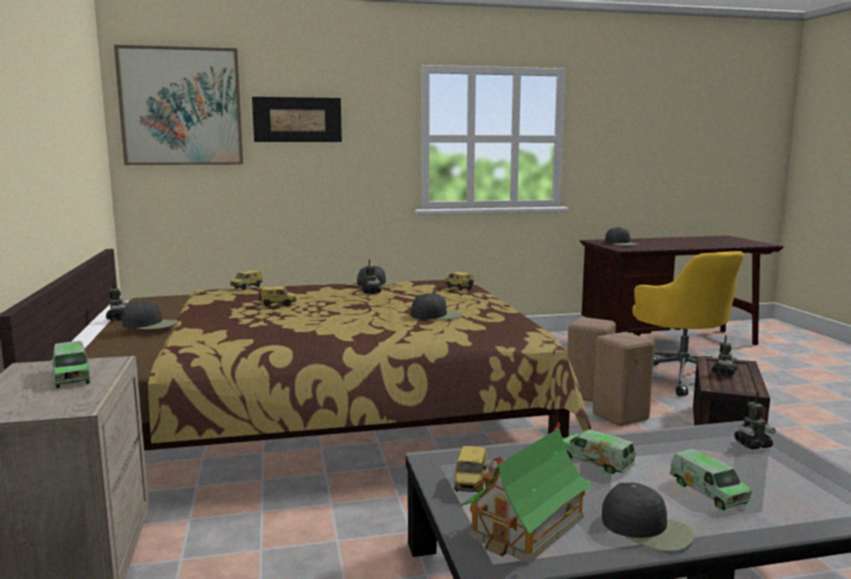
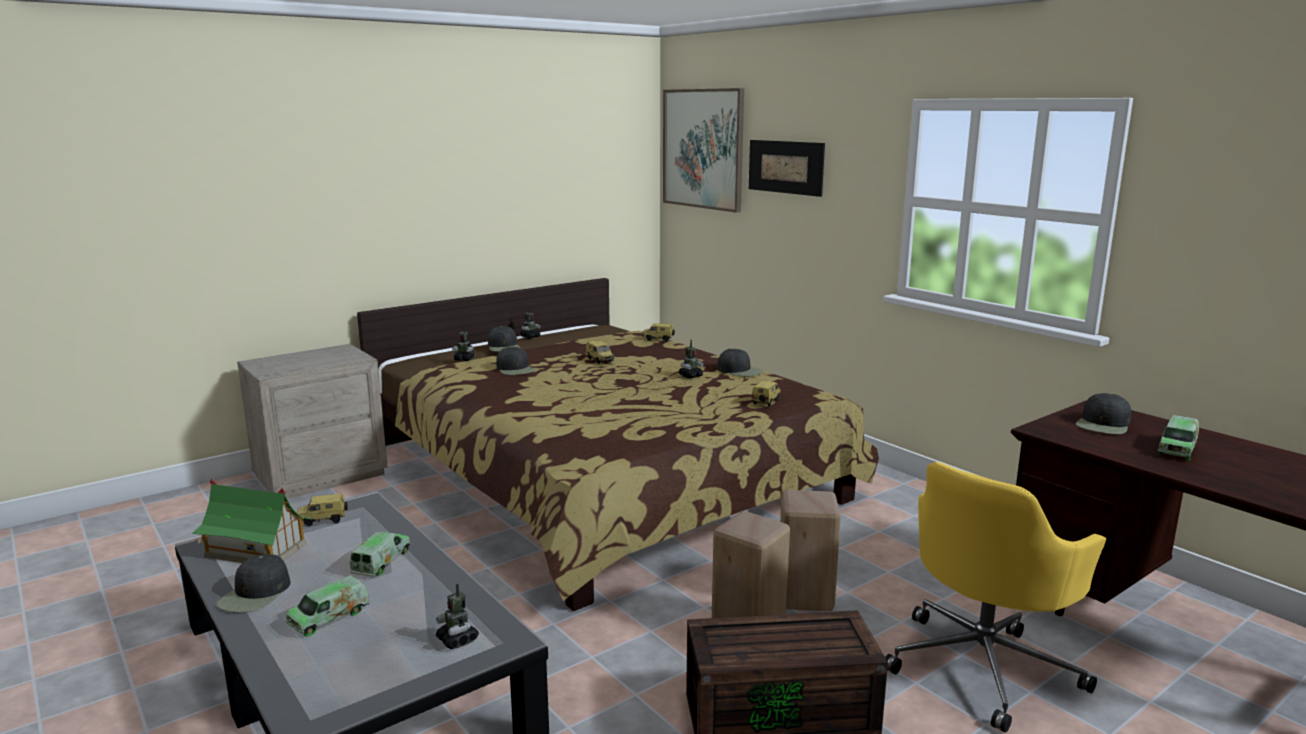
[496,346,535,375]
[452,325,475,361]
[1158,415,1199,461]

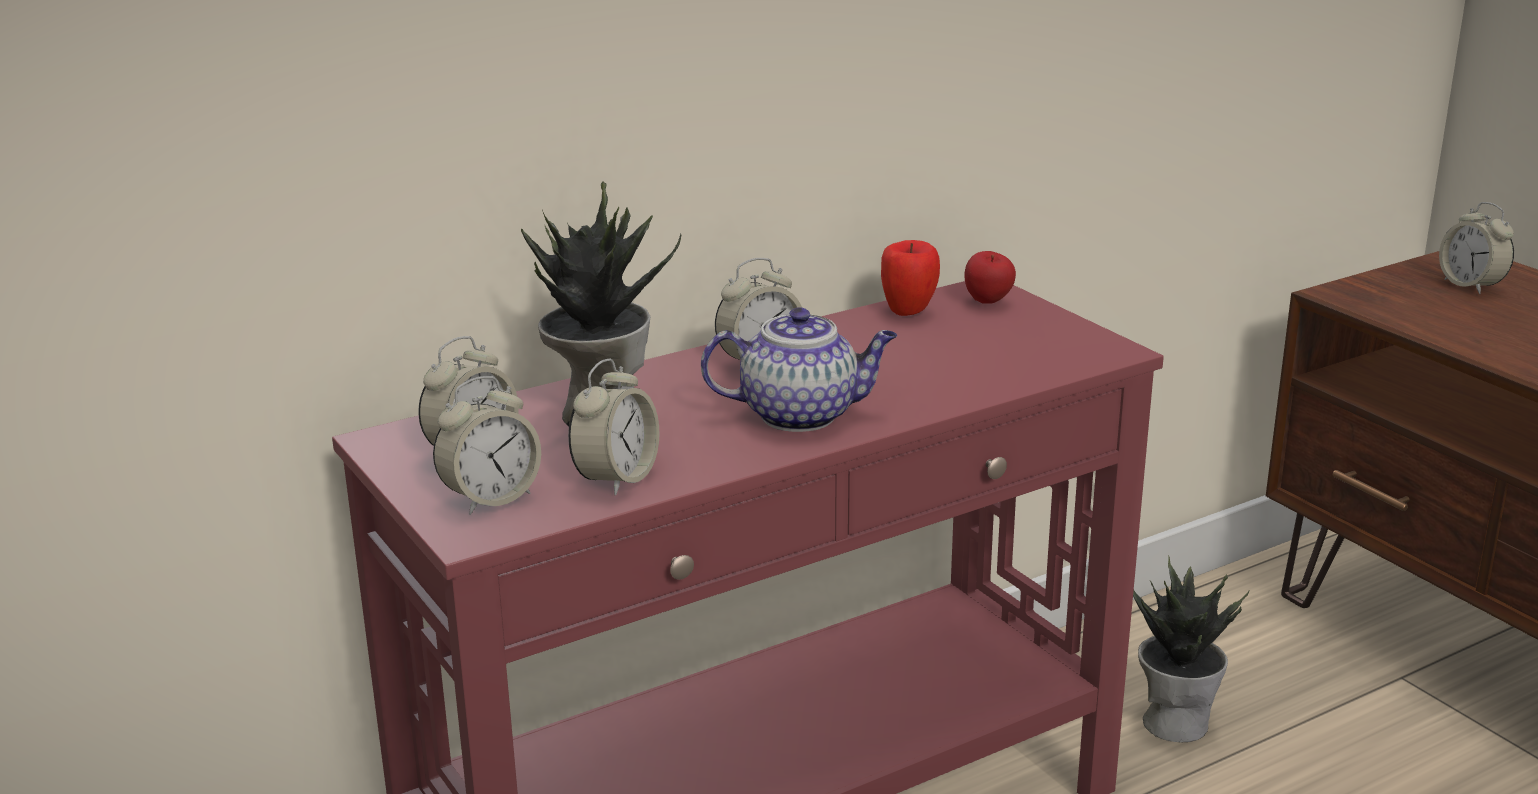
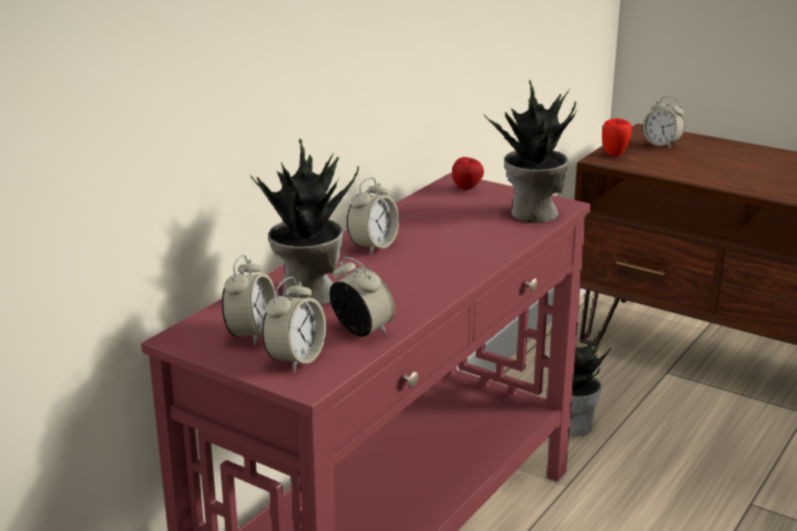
[602,119,632,156]
[701,307,897,432] (first image)
[330,257,395,337]
[483,80,577,223]

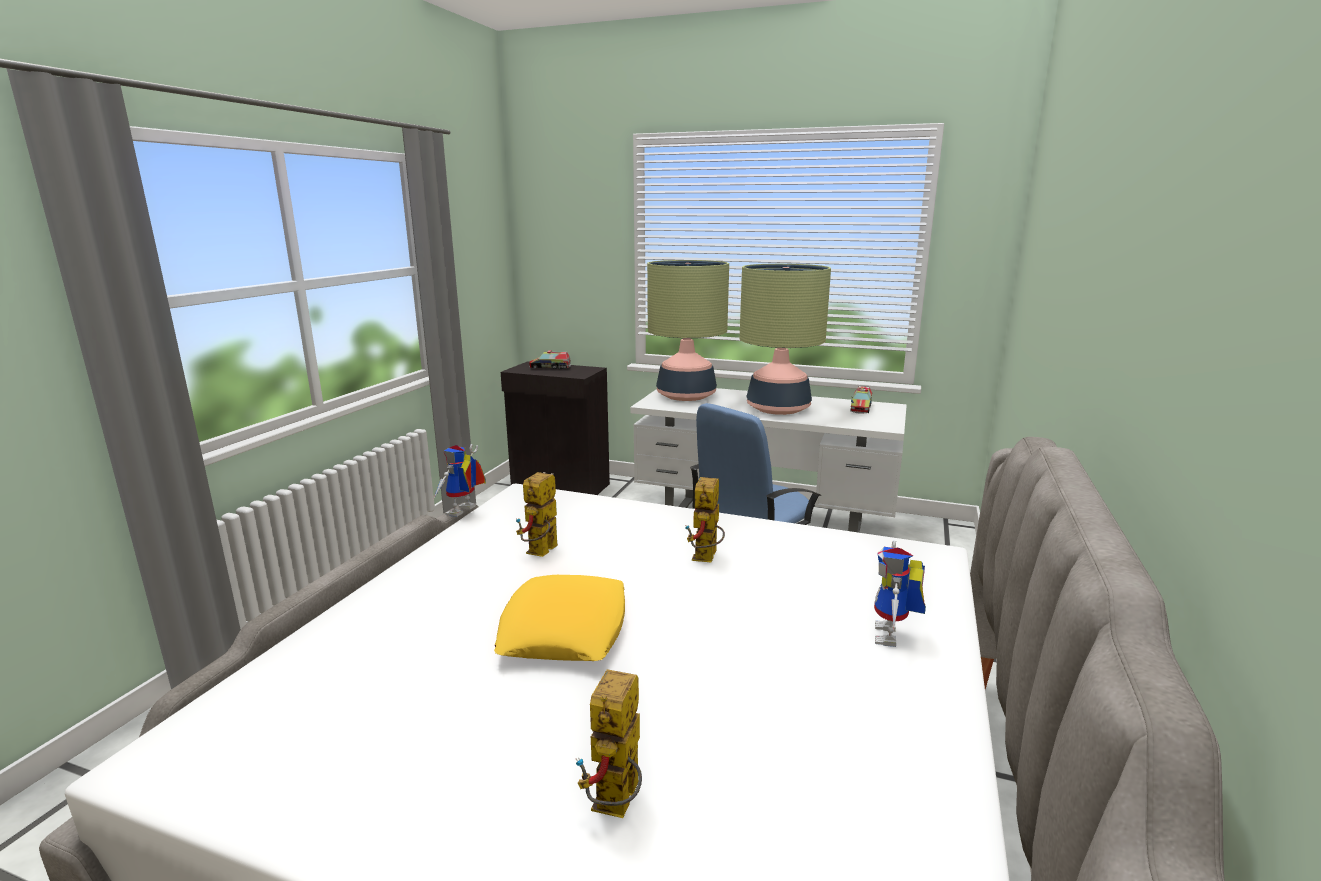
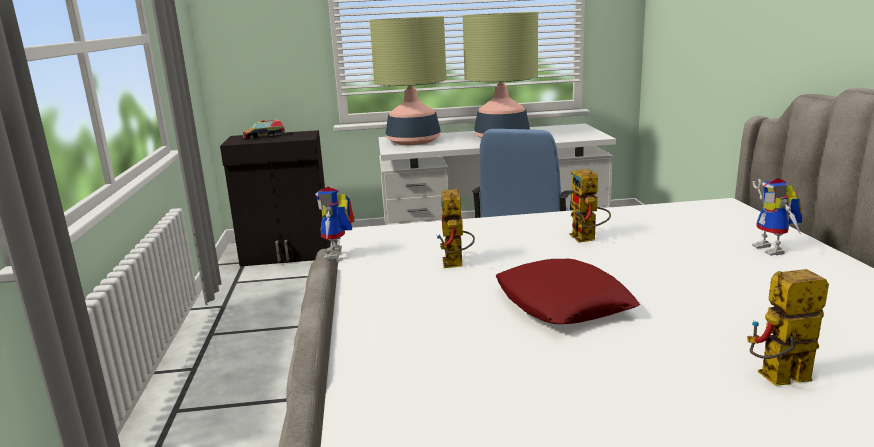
[851,386,872,414] (first image)
[496,259,640,324]
[747,269,829,385]

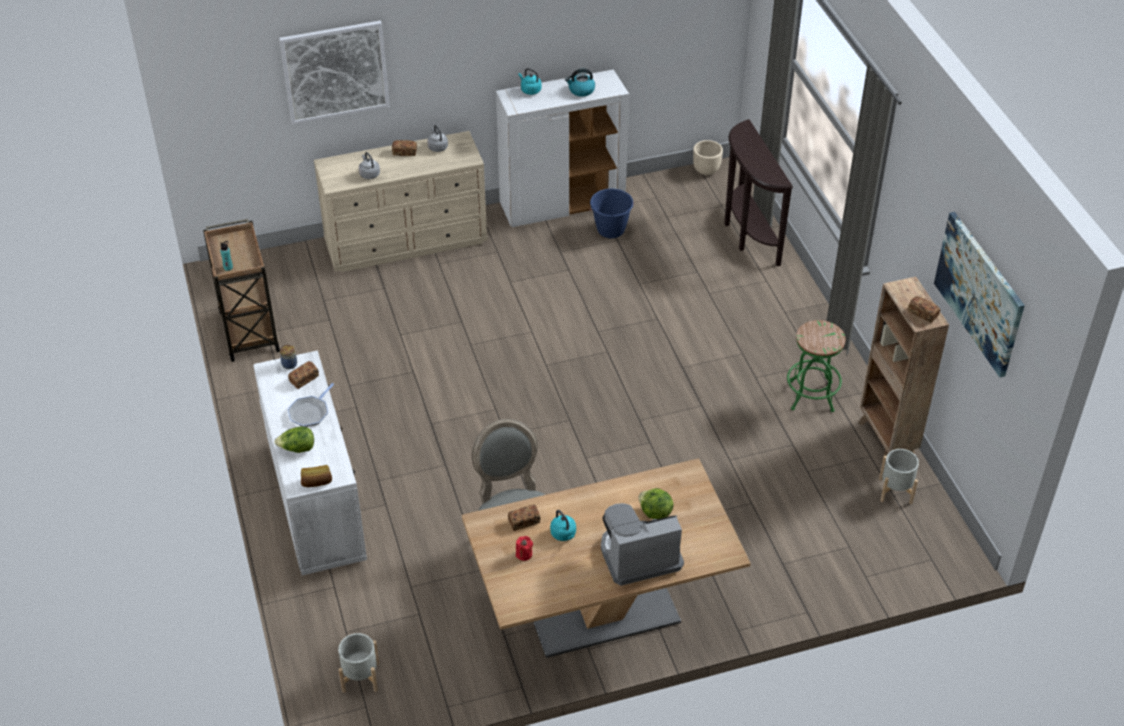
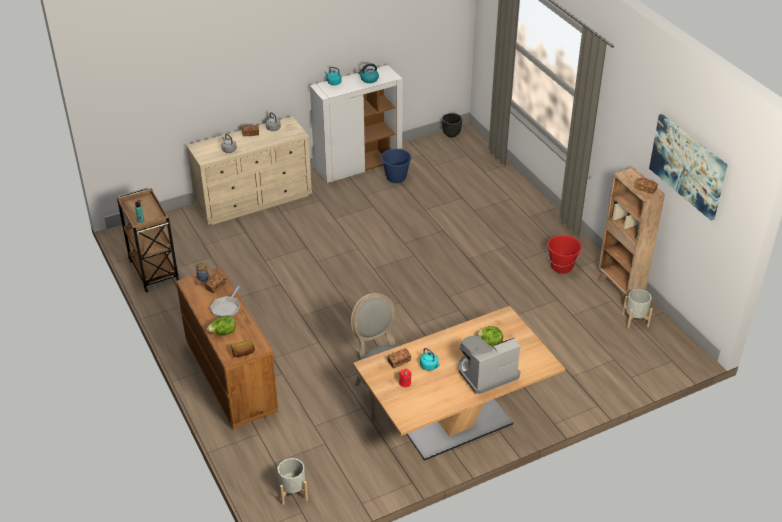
[279,21,389,124] (first image)
[724,119,793,266] (first image)
[442,113,462,137]
[547,235,582,273]
[176,267,279,429]

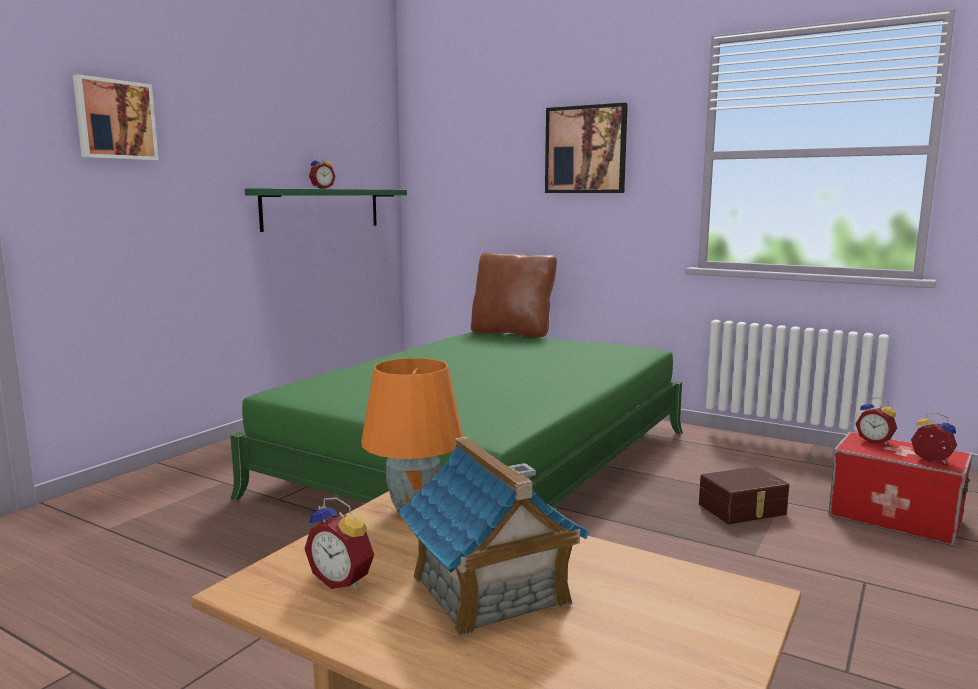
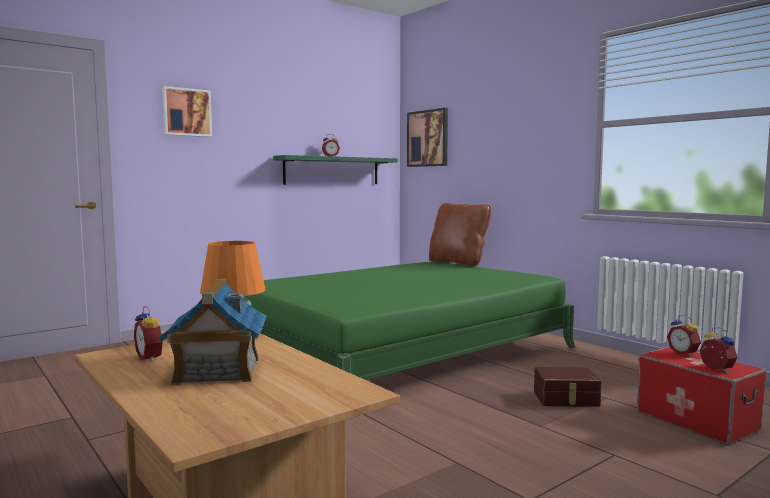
[407,108,448,167]

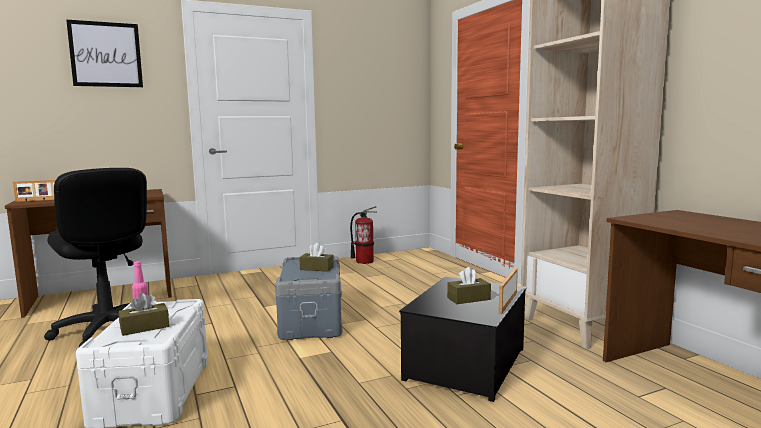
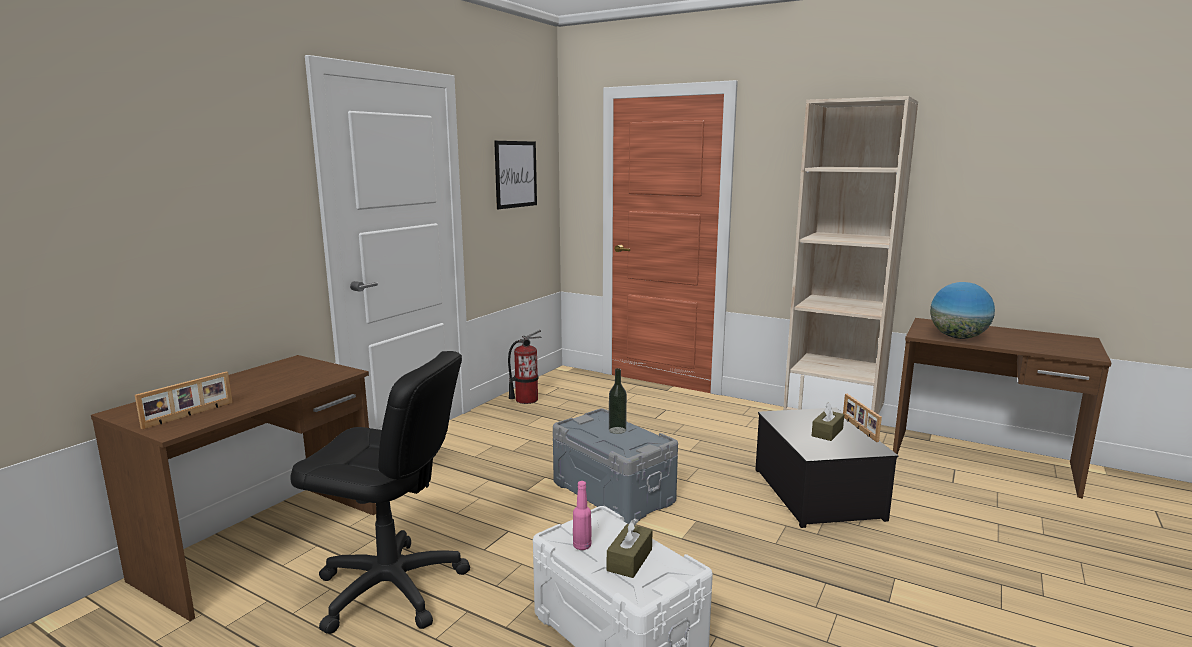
[494,141,537,209]
[609,368,627,434]
[930,282,995,339]

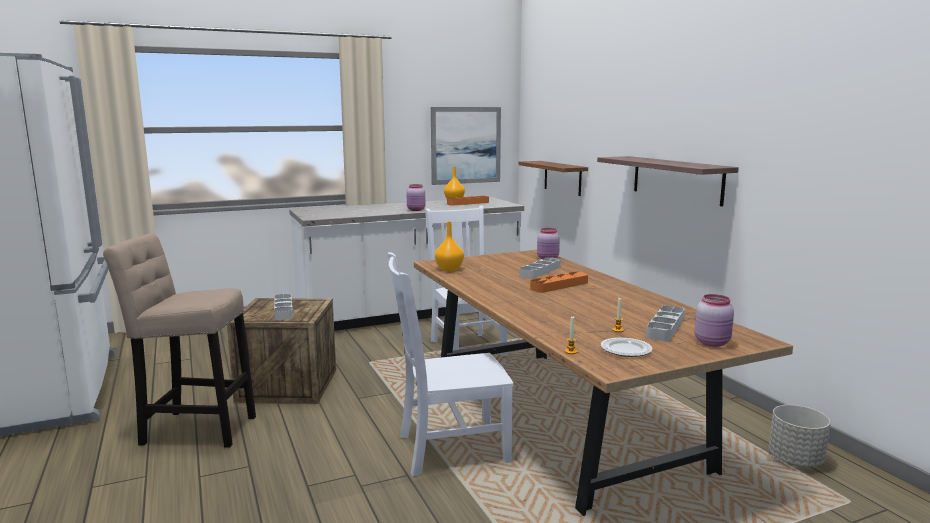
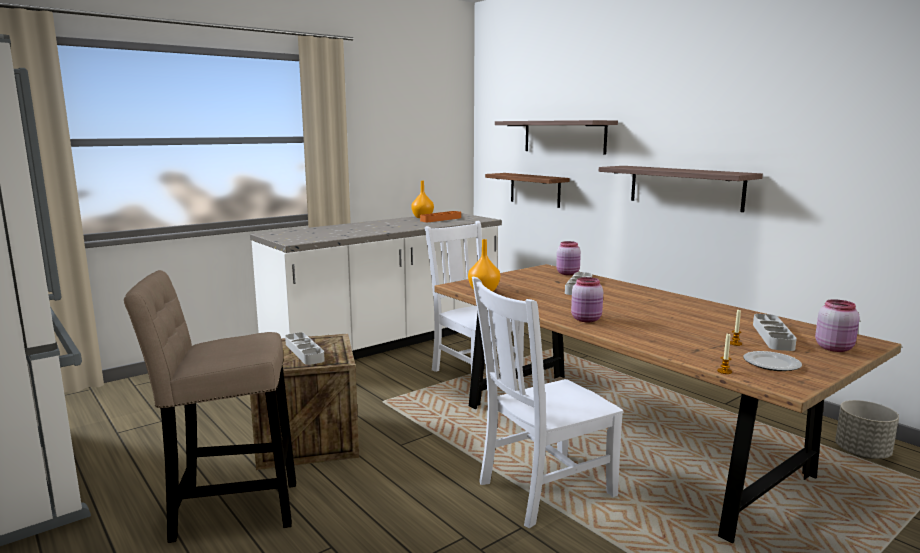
[431,107,501,185] (first image)
[571,277,603,322]
[530,272,588,293] (first image)
[495,120,618,155]

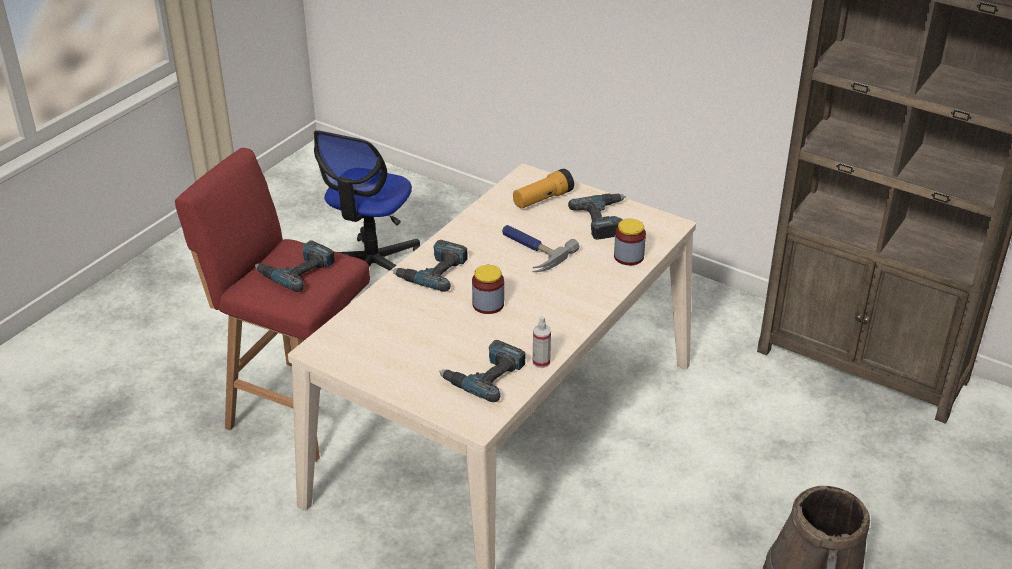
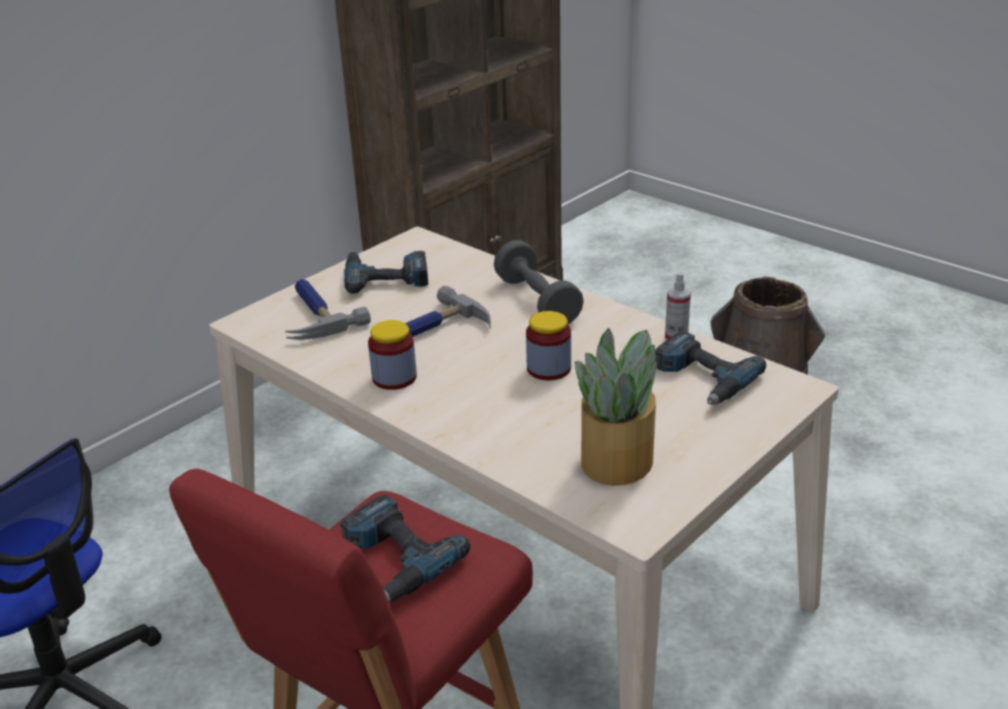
[285,279,371,340]
[368,320,417,390]
[392,240,468,292] (first image)
[494,240,584,324]
[575,328,657,486]

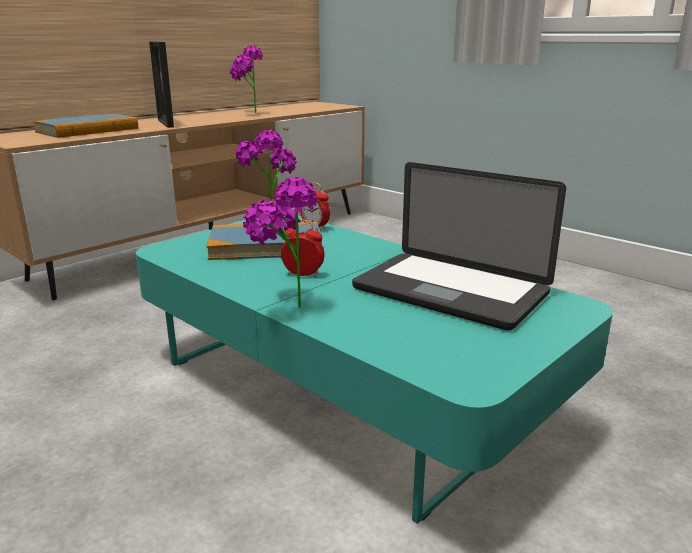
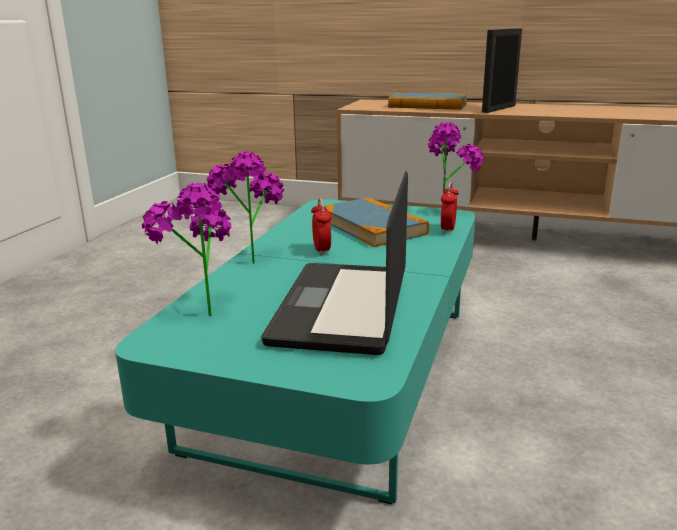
[142,183,231,316]

